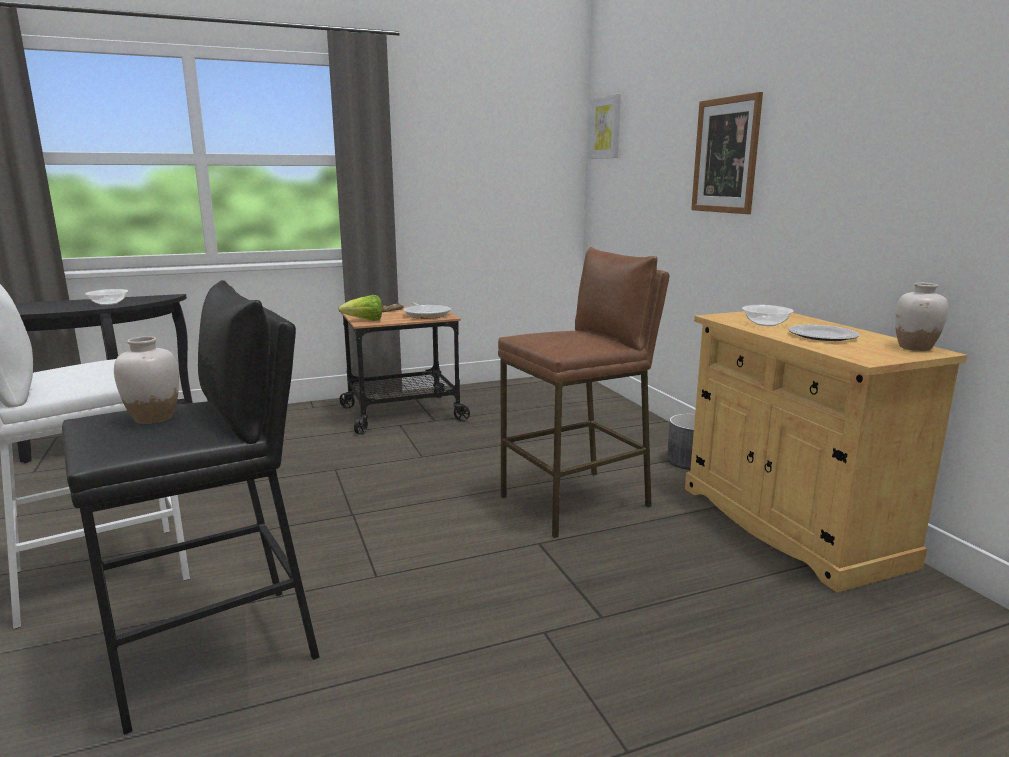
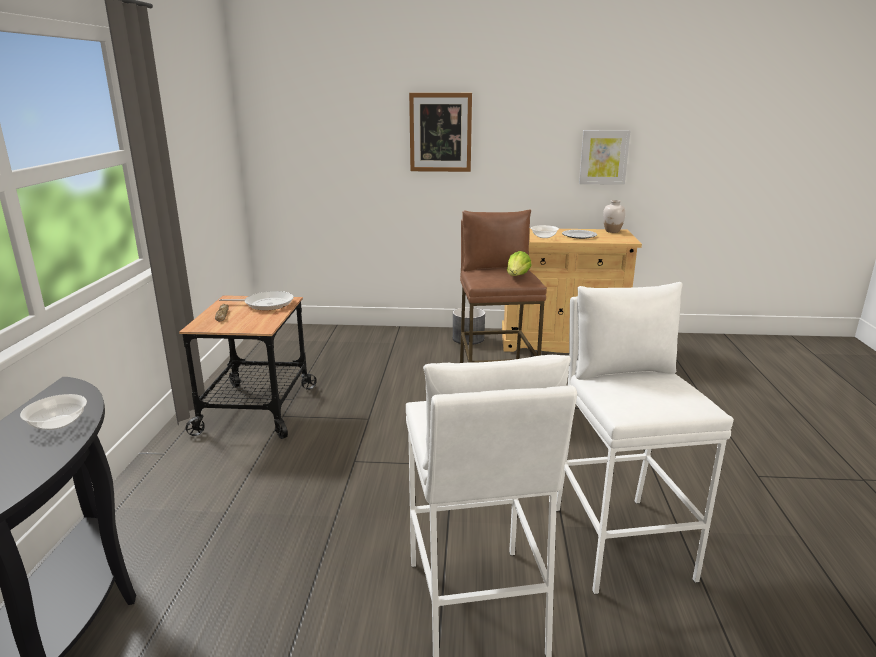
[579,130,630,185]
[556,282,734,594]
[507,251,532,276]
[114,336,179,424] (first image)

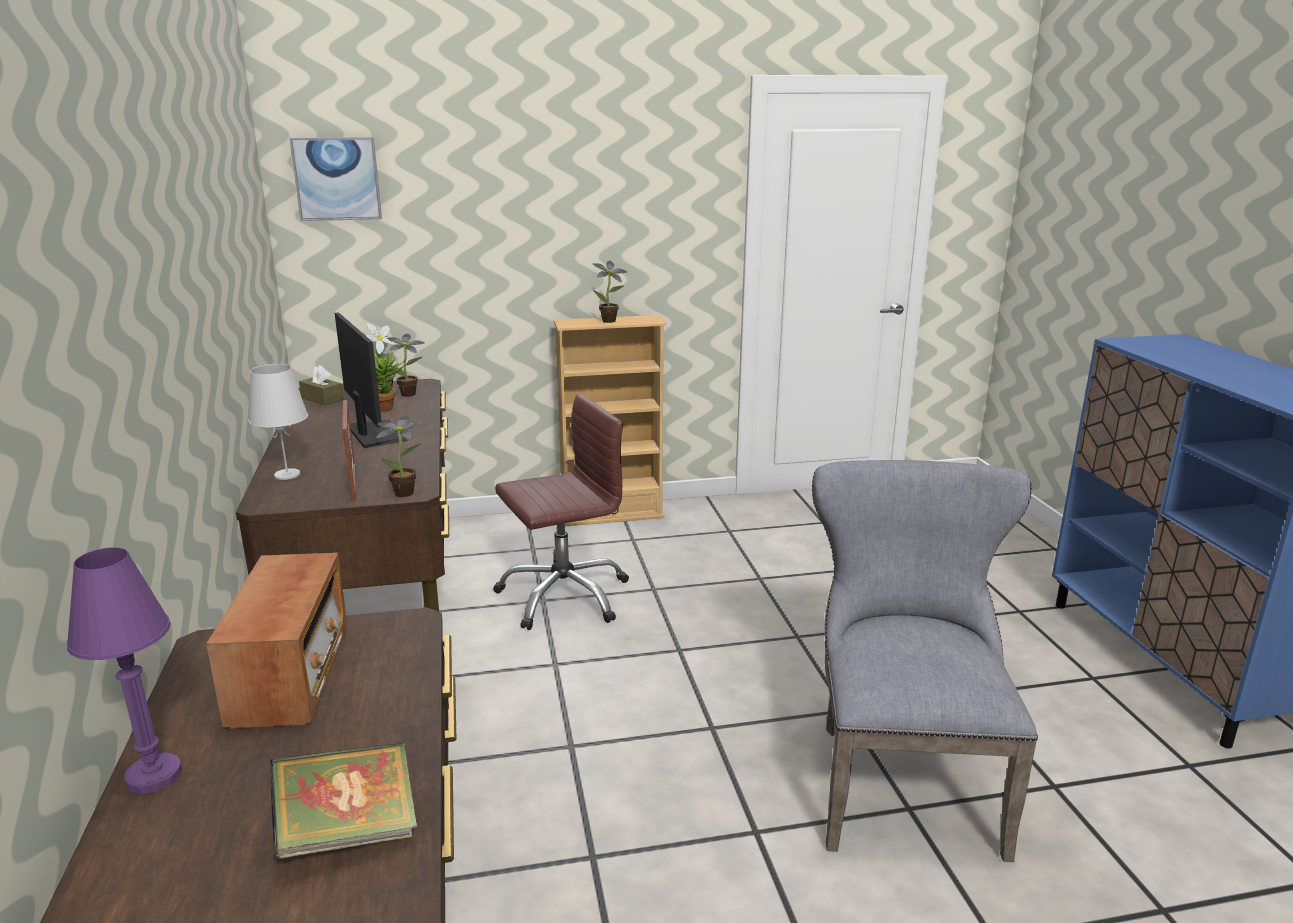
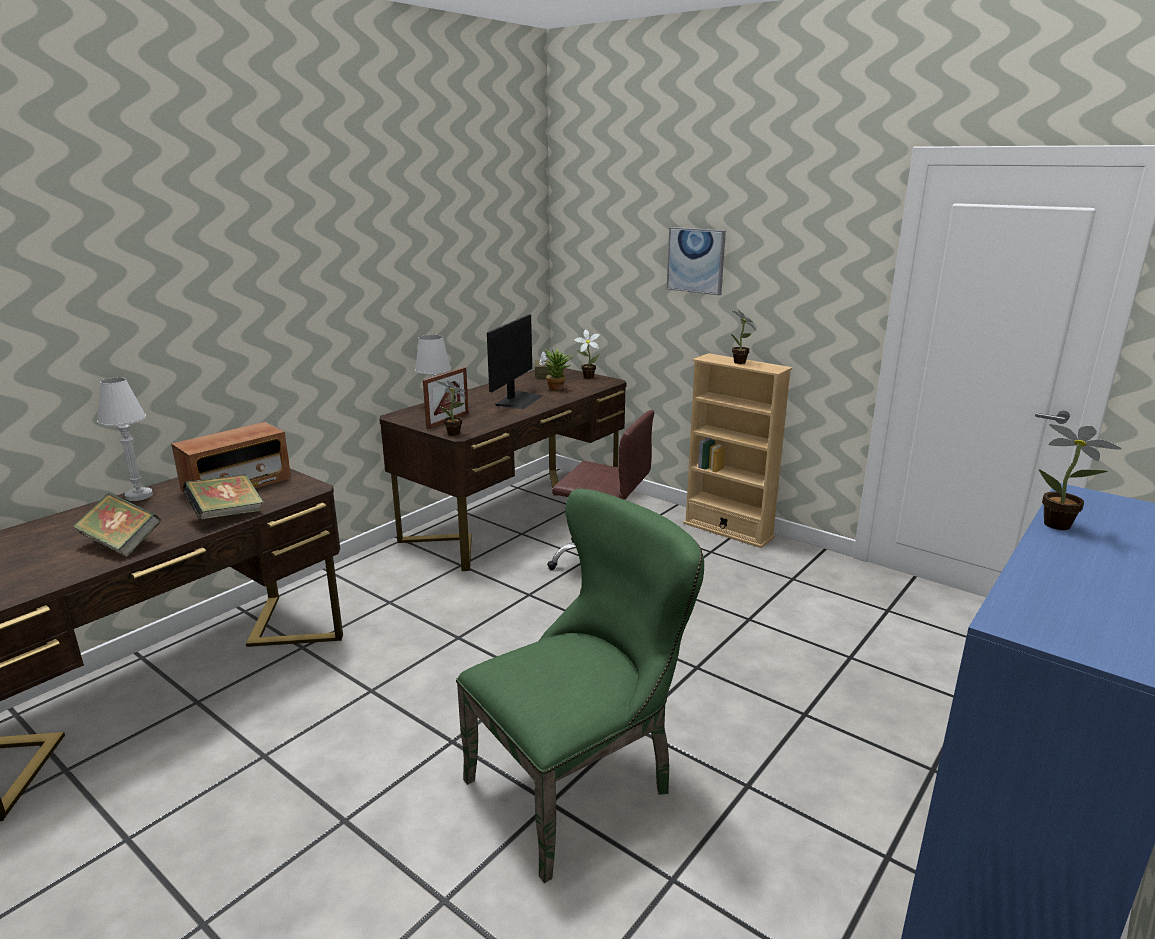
[667,227,726,295]
[1039,424,1122,530]
[456,489,704,883]
[97,377,153,501]
[183,474,264,520]

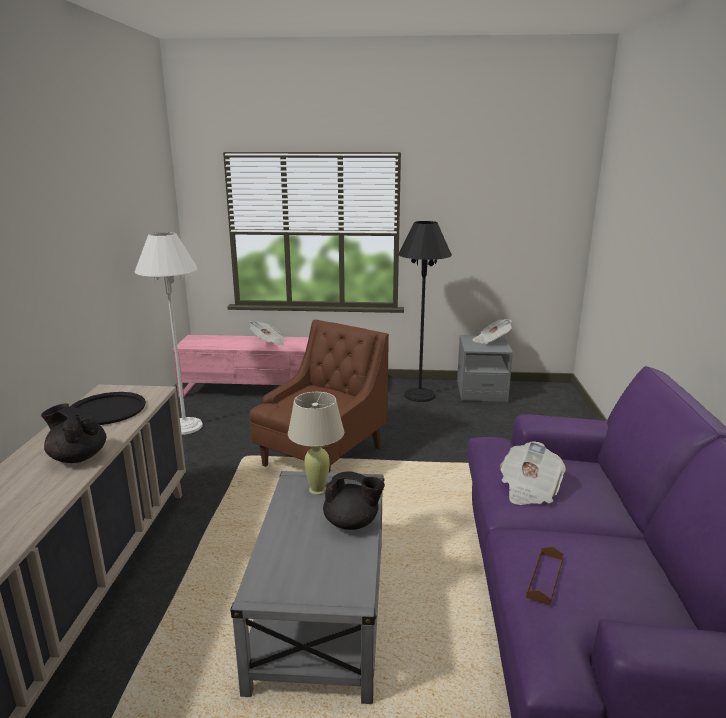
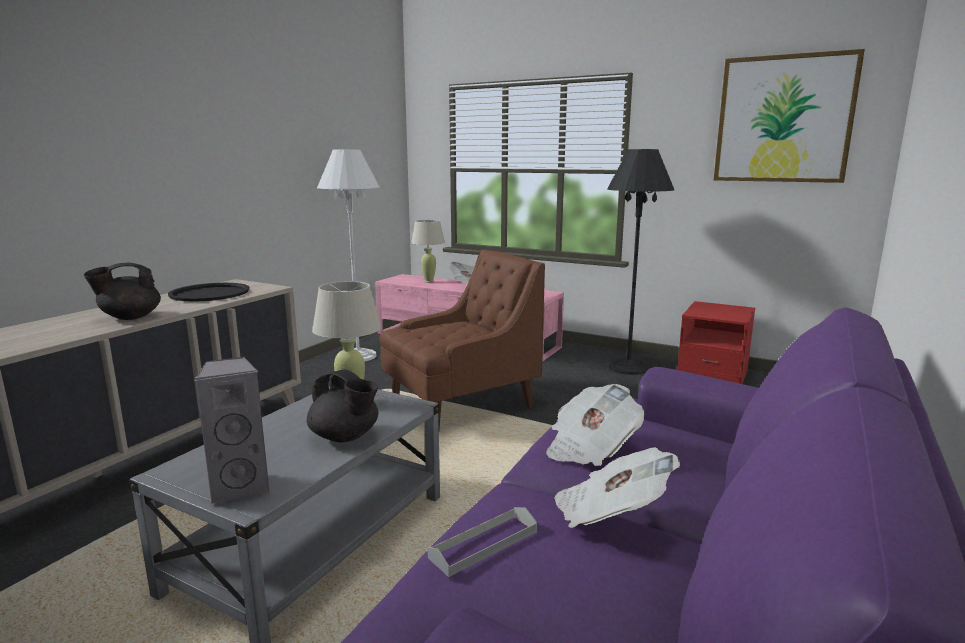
[554,447,680,528]
[677,301,755,384]
[84,263,161,320]
[428,507,537,577]
[714,49,865,183]
[411,220,445,283]
[194,357,271,505]

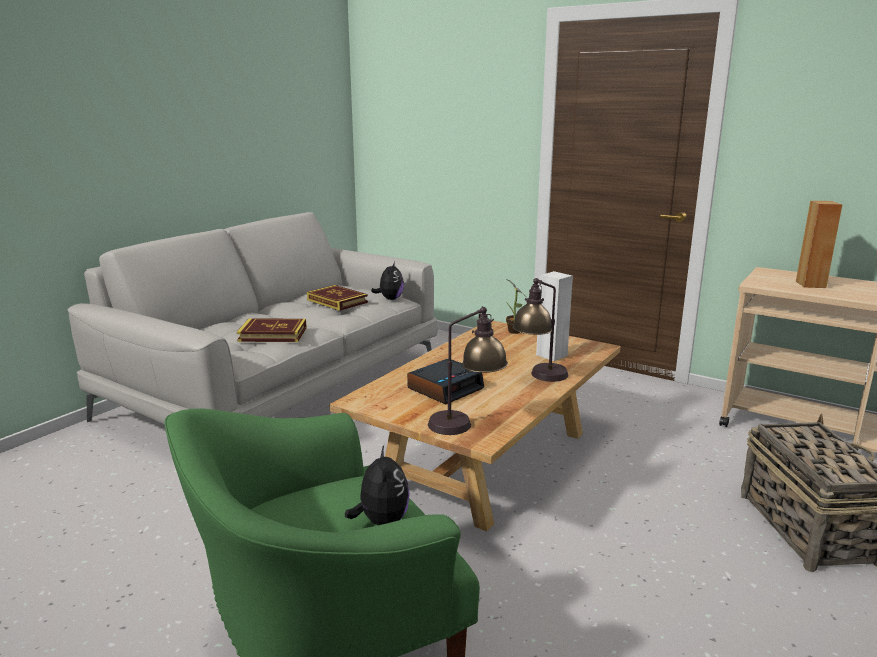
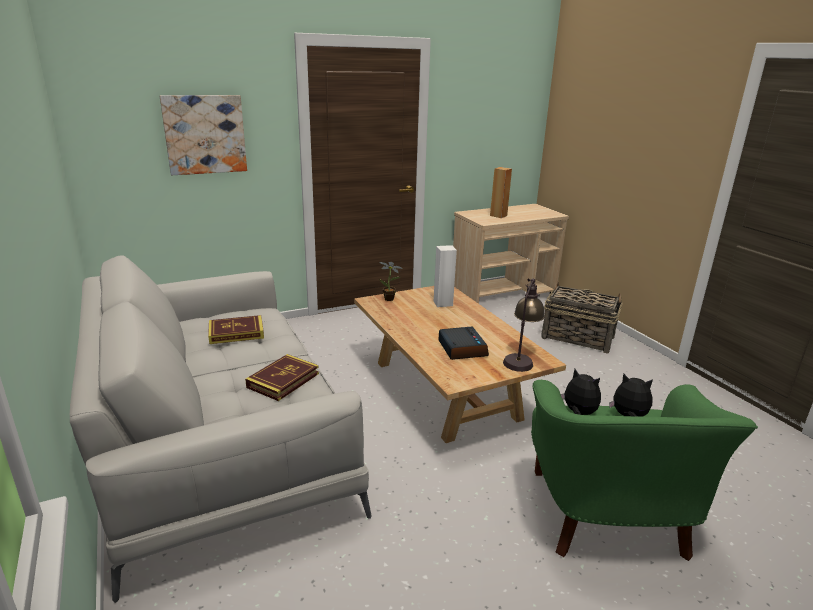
[561,369,601,415]
[512,278,568,382] (first image)
[160,95,247,175]

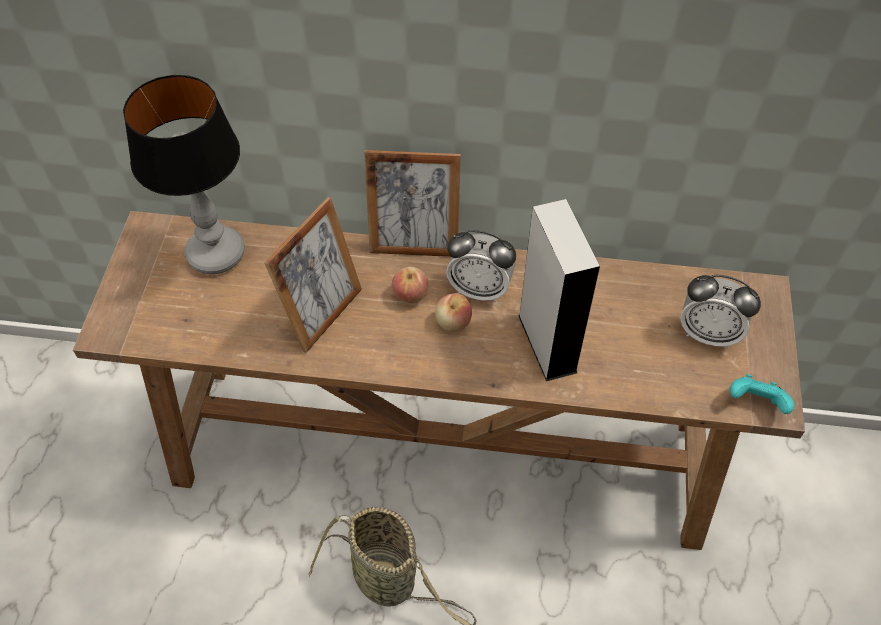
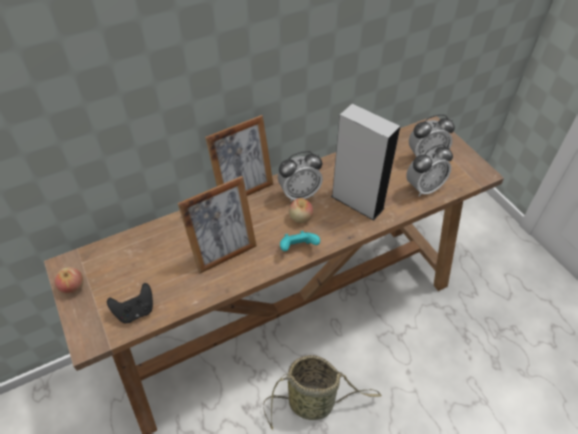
[123,75,245,274] (first image)
[178,176,257,273]
[54,267,84,294]
[280,231,320,251]
[406,144,453,197]
[107,283,153,323]

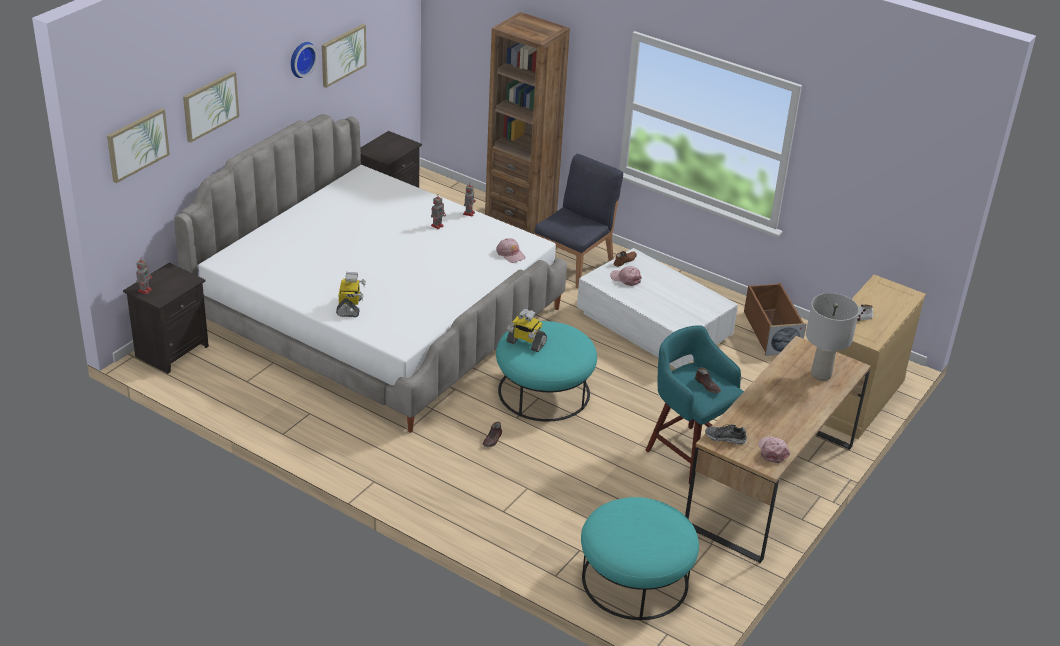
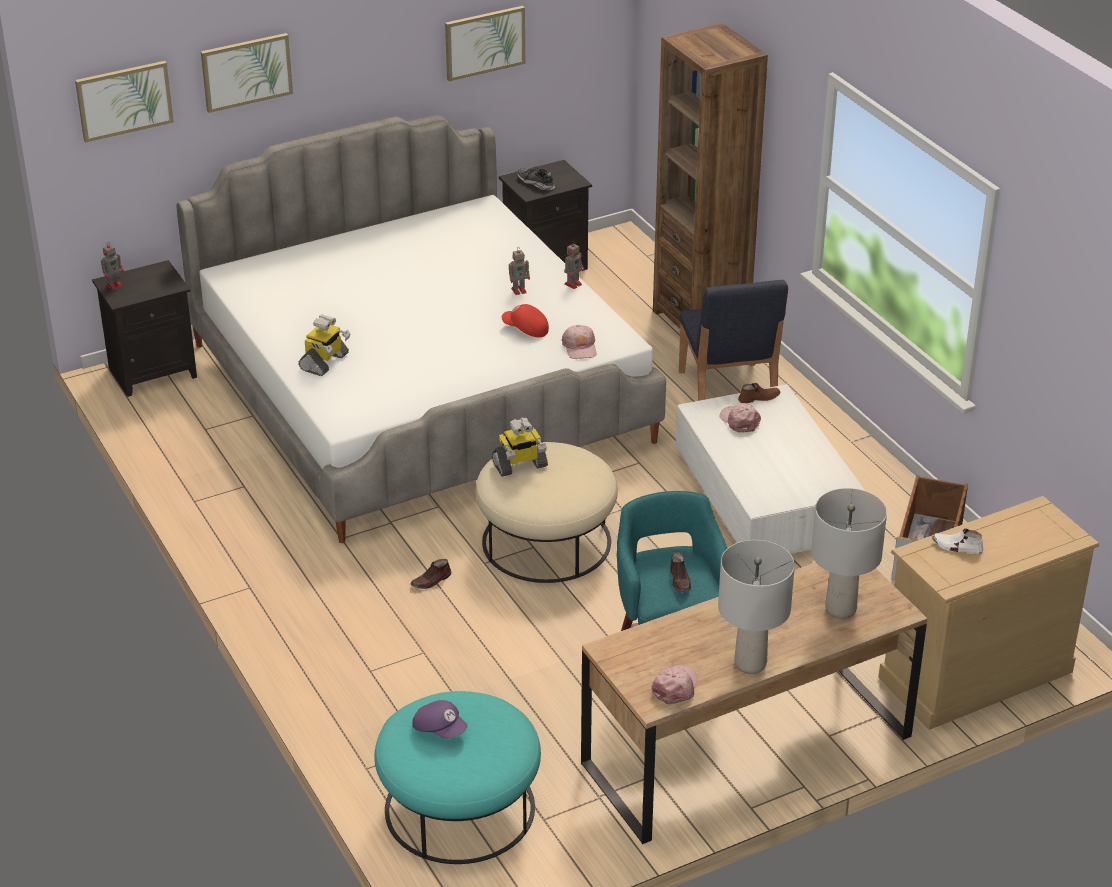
[291,42,318,78] (first image)
[679,280,788,401]
[492,417,548,476]
[475,442,618,583]
[517,167,555,190]
[502,304,549,337]
[718,540,795,674]
[412,700,467,739]

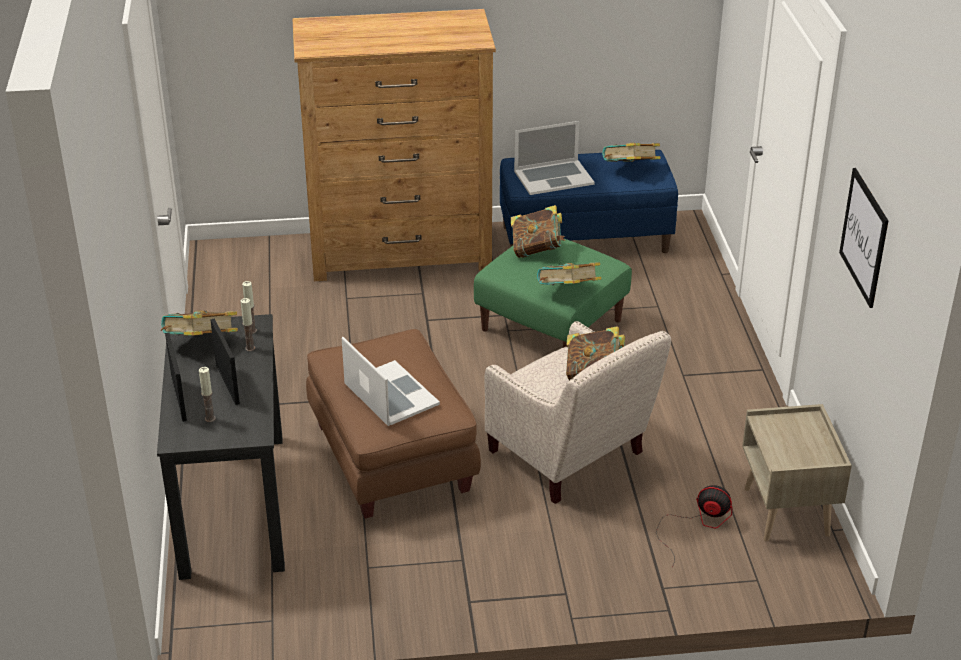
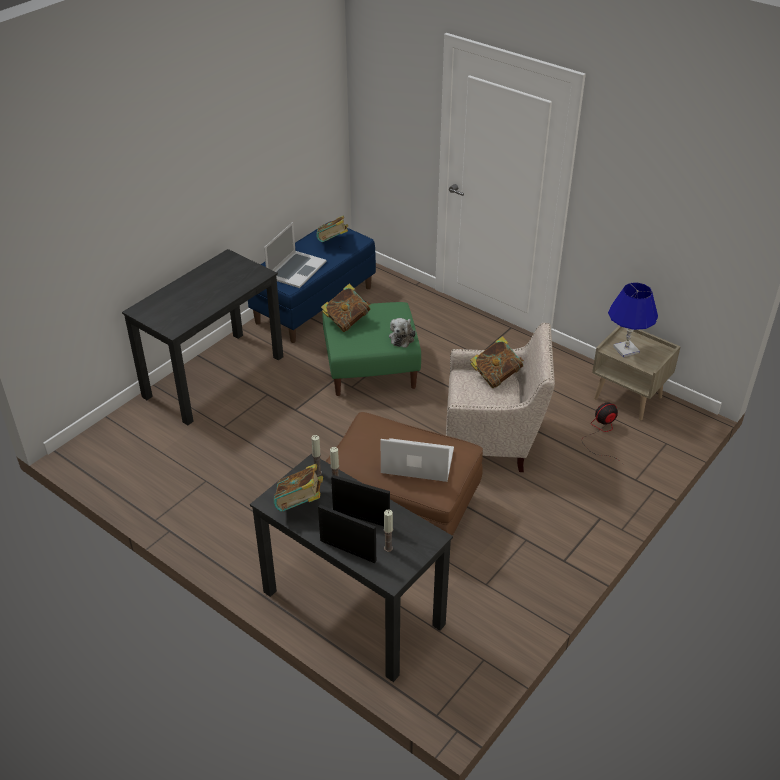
[122,249,283,425]
[839,168,888,308] (first image)
[389,318,416,348]
[608,282,658,357]

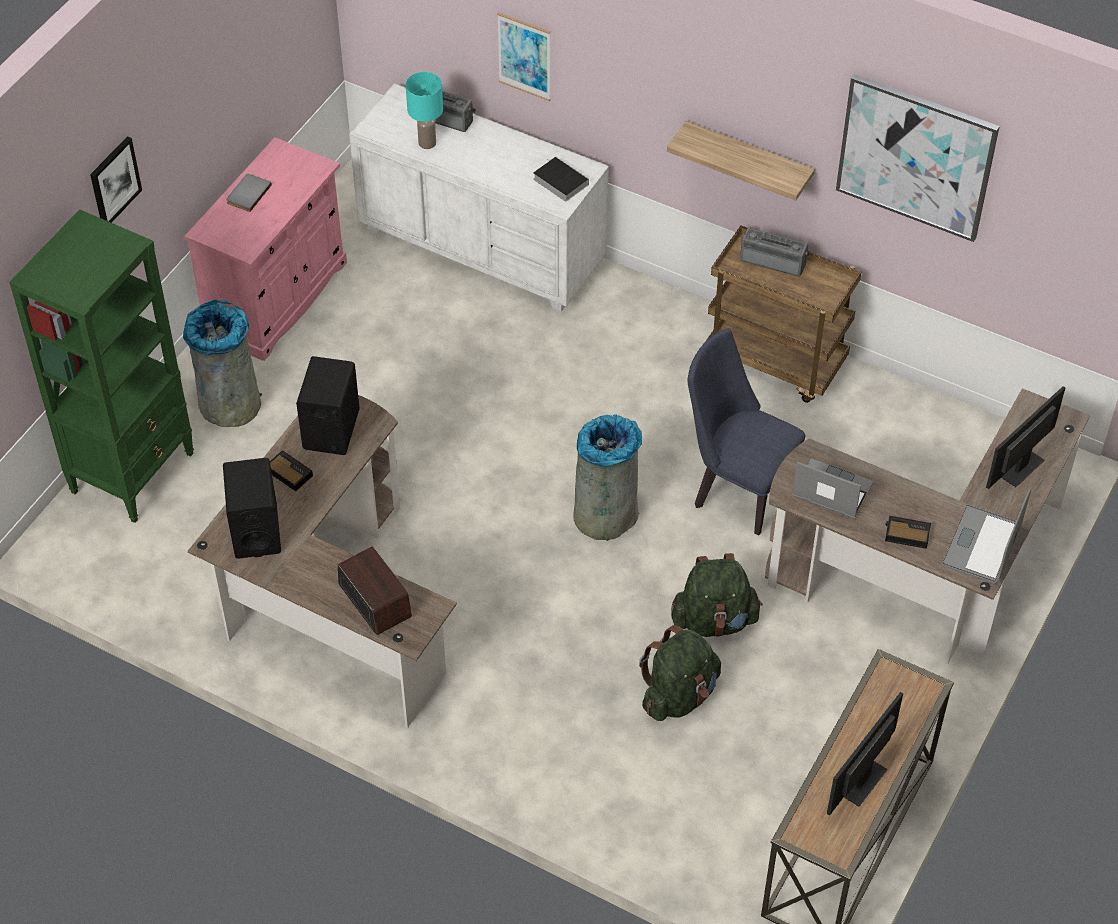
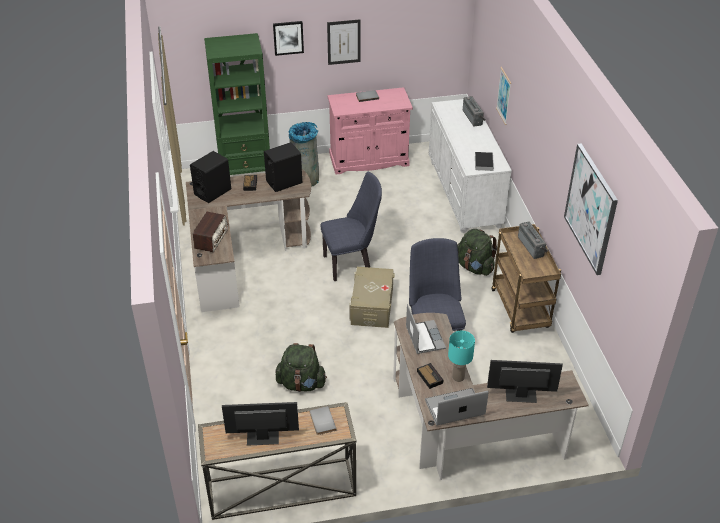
[448,331,475,382]
[667,121,815,201] (first image)
[349,267,395,328]
[457,229,497,276]
[327,19,360,65]
[320,172,382,281]
[310,406,337,435]

